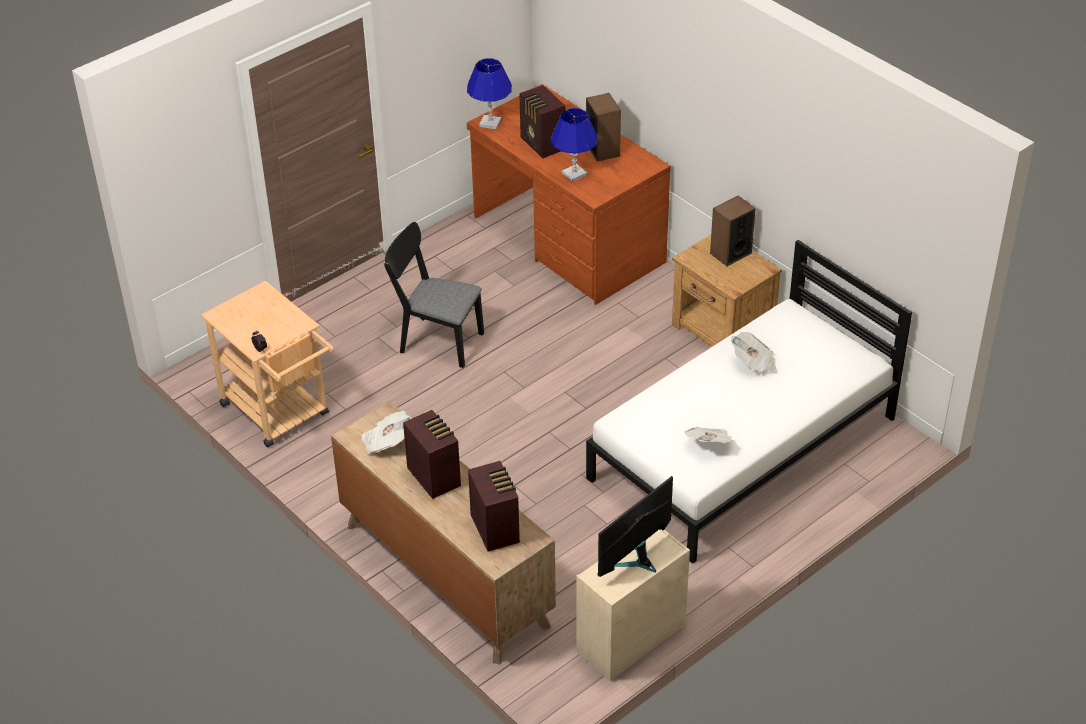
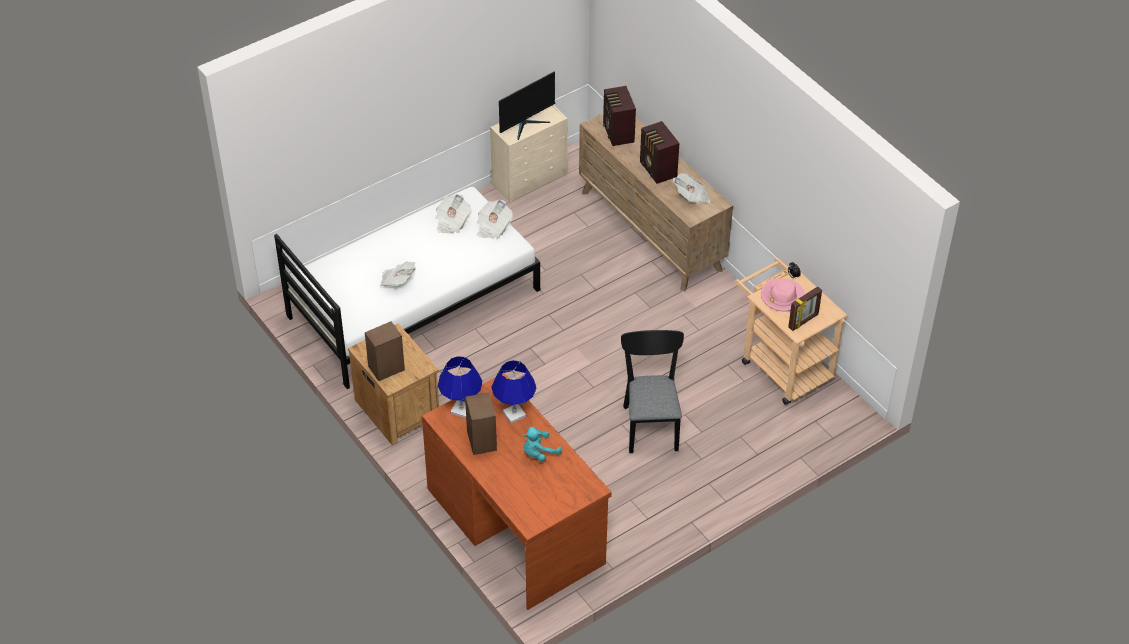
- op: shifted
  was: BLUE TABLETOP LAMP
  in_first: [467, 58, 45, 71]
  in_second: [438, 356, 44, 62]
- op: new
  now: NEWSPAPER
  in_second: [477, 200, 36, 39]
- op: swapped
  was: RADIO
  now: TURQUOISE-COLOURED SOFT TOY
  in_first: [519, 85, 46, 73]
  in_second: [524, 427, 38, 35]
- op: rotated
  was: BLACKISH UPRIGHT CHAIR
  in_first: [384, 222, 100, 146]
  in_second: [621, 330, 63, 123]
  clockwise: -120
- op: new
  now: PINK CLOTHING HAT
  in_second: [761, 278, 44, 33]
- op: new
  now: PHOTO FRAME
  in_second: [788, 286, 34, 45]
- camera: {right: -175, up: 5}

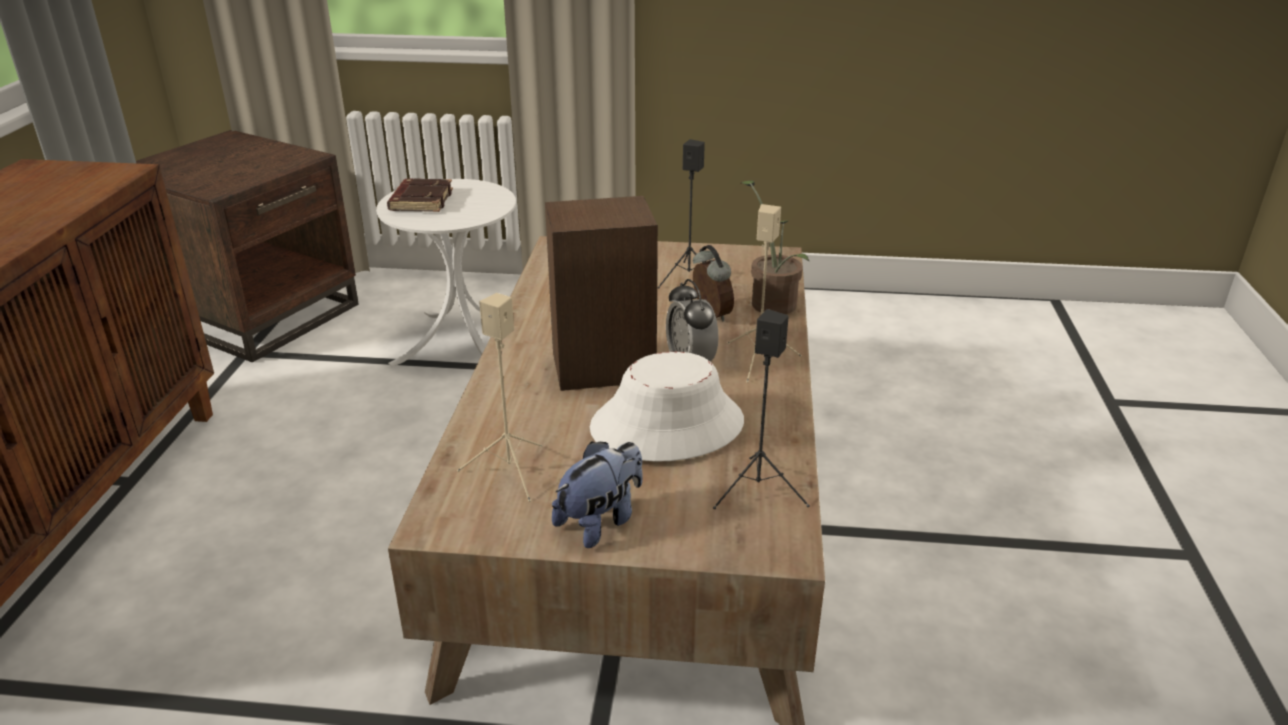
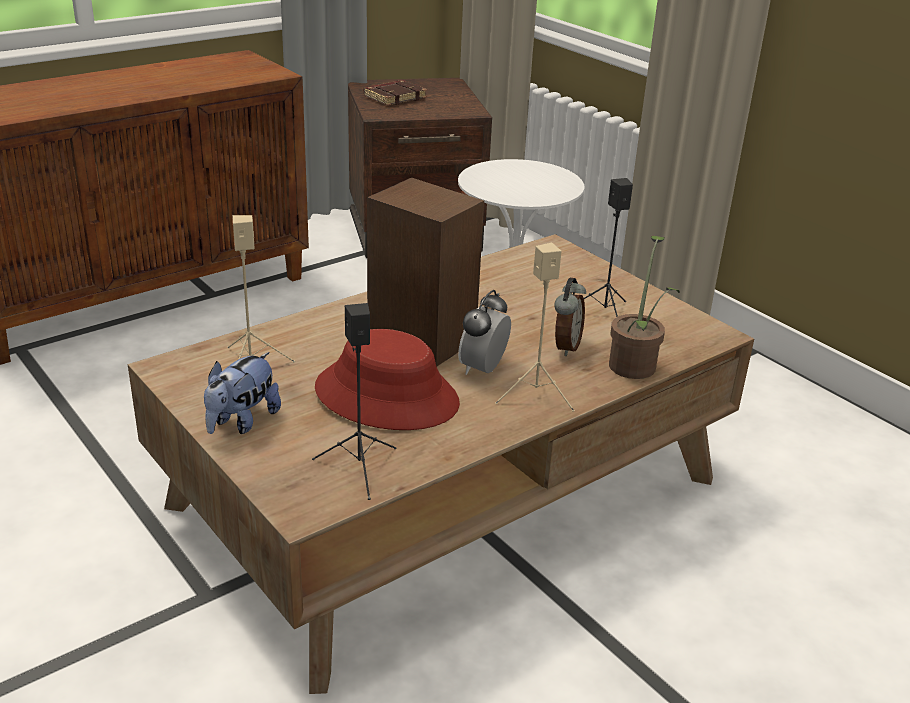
- op: rotated
  was: SOFT TOY
  in_first: [552, 441, 91, 107]
  in_second: [204, 352, 77, 82]
  clockwise: 120
- op: repainted
  was: WHITE-COLOURED CLOTHING HAT
  now: RED-COLOURED CLOTHING HAT
  in_first: [590, 352, 154, 110]
  in_second: [315, 329, 145, 101]
- op: shifted
  was: BROWN VOLUME
  in_first: [387, 178, 66, 34]
  in_second: [363, 80, 64, 26]
- camera: {right: 45, up: 0}

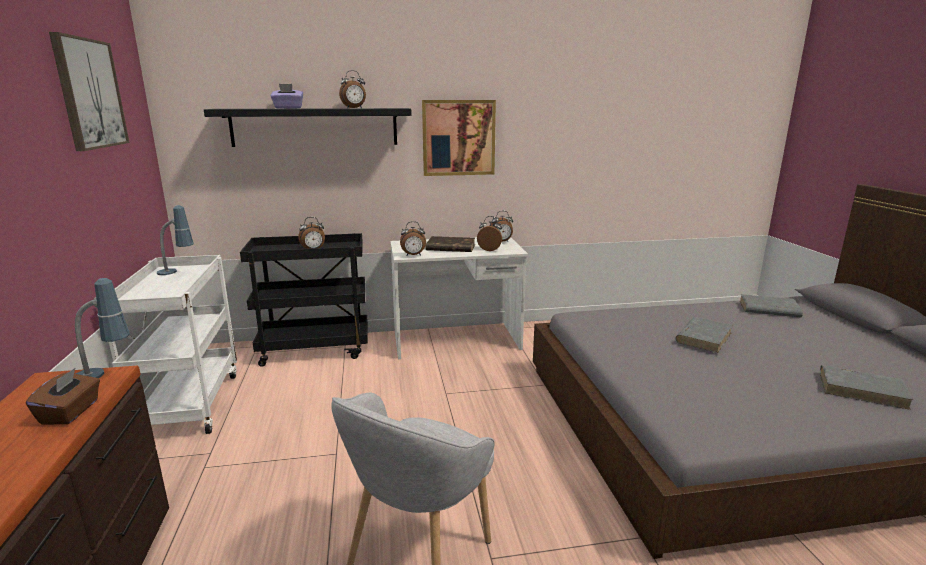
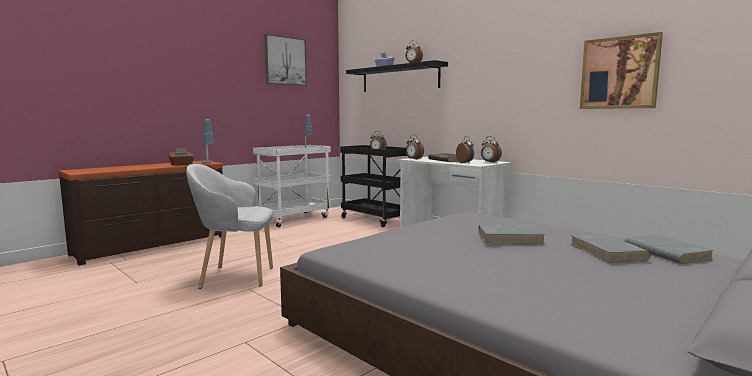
- op: shifted
  was: GRAY VOLUME
  in_first: [820, 365, 94, 45]
  in_second: [571, 234, 80, 29]
- op: shifted
  was: PICTURE
  in_first: [422, 100, 74, 76]
  in_second: [580, 32, 83, 77]
- camera: {right: 55, up: -10}

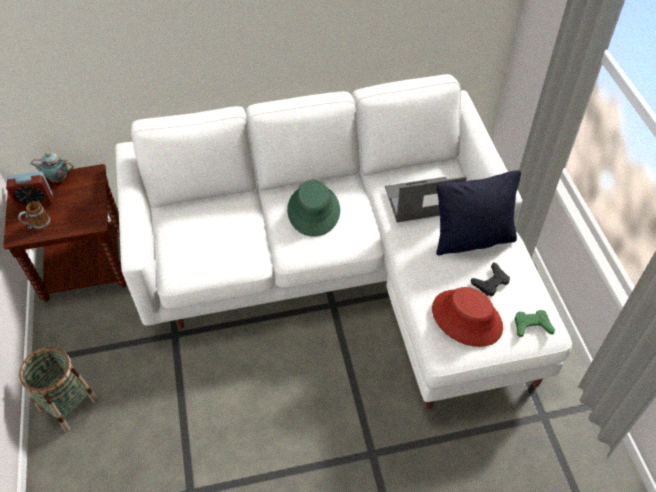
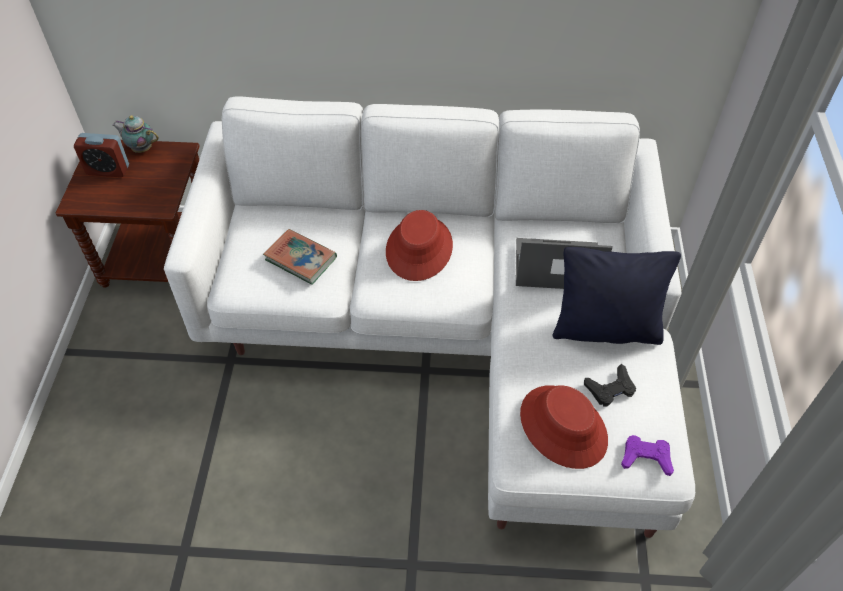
- op: new
  now: VOLUME
  in_second: [263, 229, 74, 56]
- op: repainted
  was: GREEN-COLOURED CLOTHING HAT
  now: RED-COLOURED CLOTHING HAT
  in_first: [287, 180, 53, 57]
  in_second: [386, 210, 67, 71]
- op: repainted
  was: GREEN-COLOURED GAMEPAD
  now: PURPLISH GAMEPAD
  in_first: [515, 310, 40, 27]
  in_second: [621, 435, 53, 41]
- op: gone
  was: MUG
  in_first: [18, 201, 33, 28]
- op: gone
  was: BASKET
  in_first: [19, 347, 79, 85]
- camera: {right: 15, up: 0}

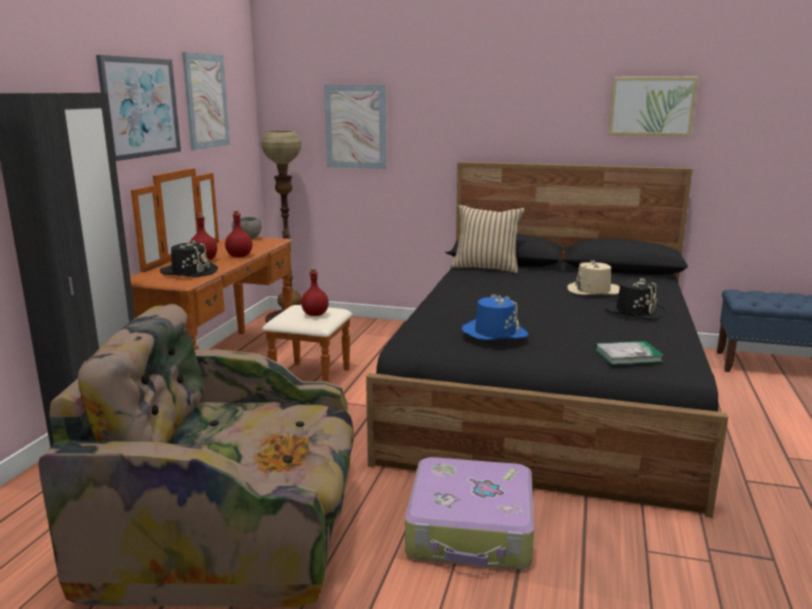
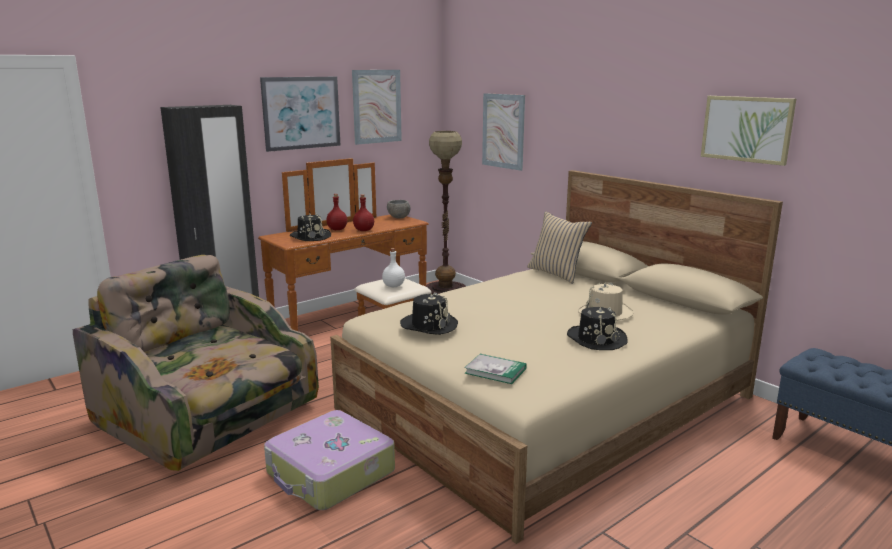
- op: repainted
  was: BLACKISH BED
  now: BEIGE-COLOURED BED
  in_first: [366, 162, 362, 356]
  in_second: [330, 170, 453, 374]
- op: repainted
  was: RED-COLOURED BEVERAGE BOTTLE
  now: WHITE-COLOURED BEVERAGE BOTTLE
  in_first: [301, 268, 28, 48]
  in_second: [382, 248, 23, 39]
- op: repainted
  was: BLUE CLOTHING HAT
  now: BLACKISH CLOTHING HAT
  in_first: [462, 294, 67, 46]
  in_second: [400, 292, 58, 43]
- camera: {right: 35, up: 0}

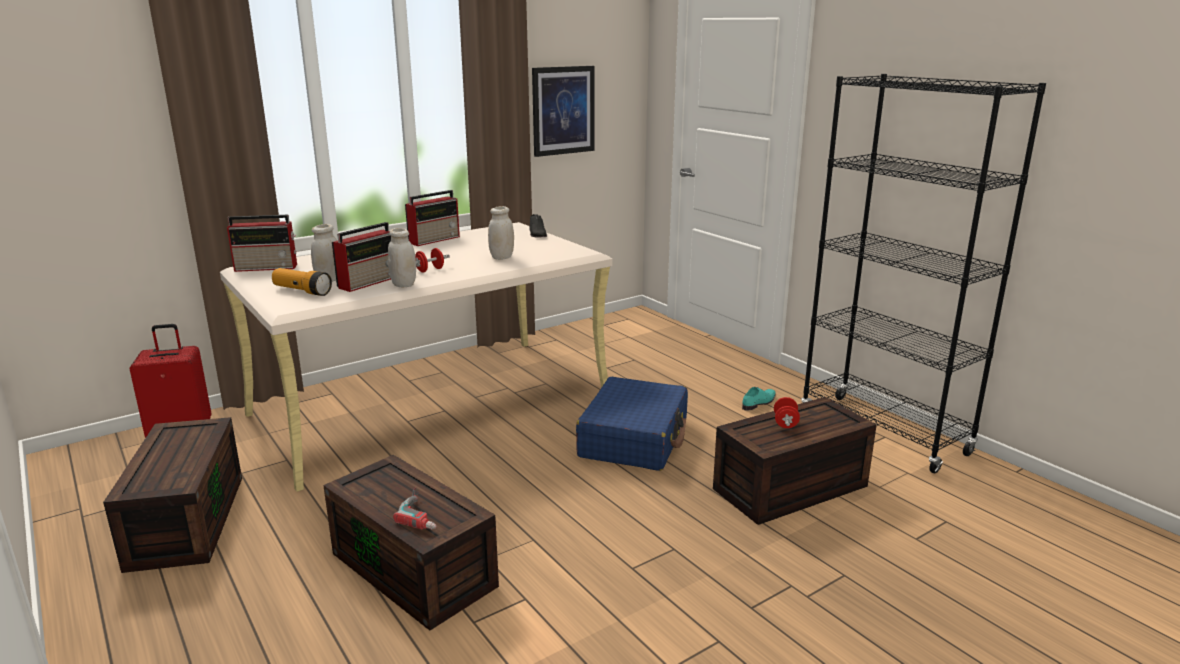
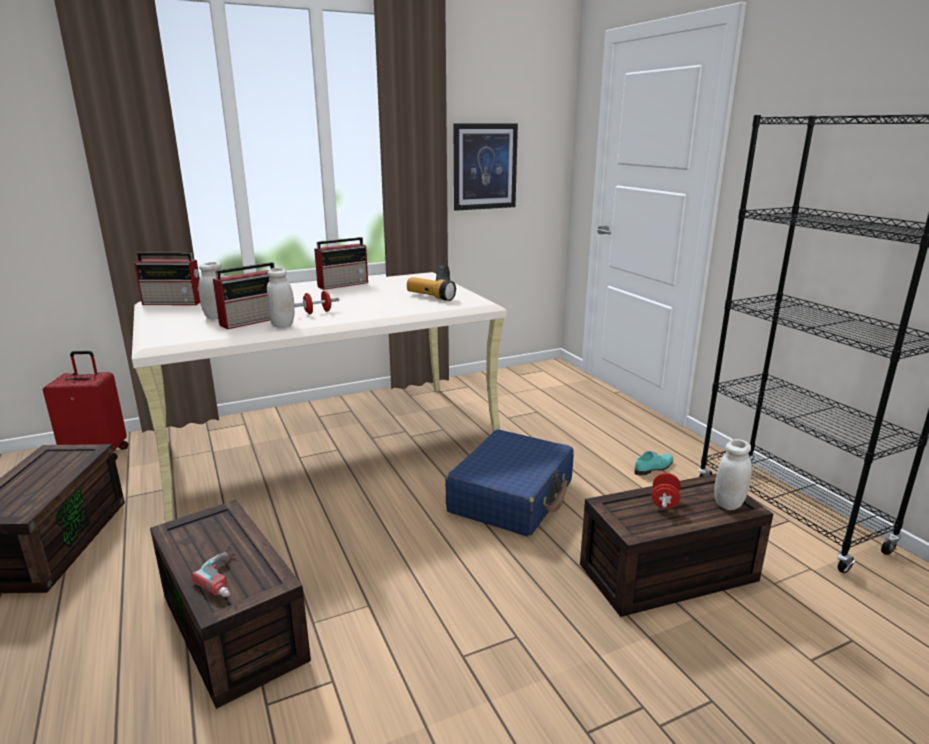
- op: shifted
  was: TORCH
  in_first: [272, 268, 60, 28]
  in_second: [407, 277, 49, 24]
- op: shifted
  was: WHITE-COLOURED STORAGE JAR
  in_first: [488, 206, 26, 54]
  in_second: [714, 439, 38, 71]
- camera: {right: 10, up: 0}

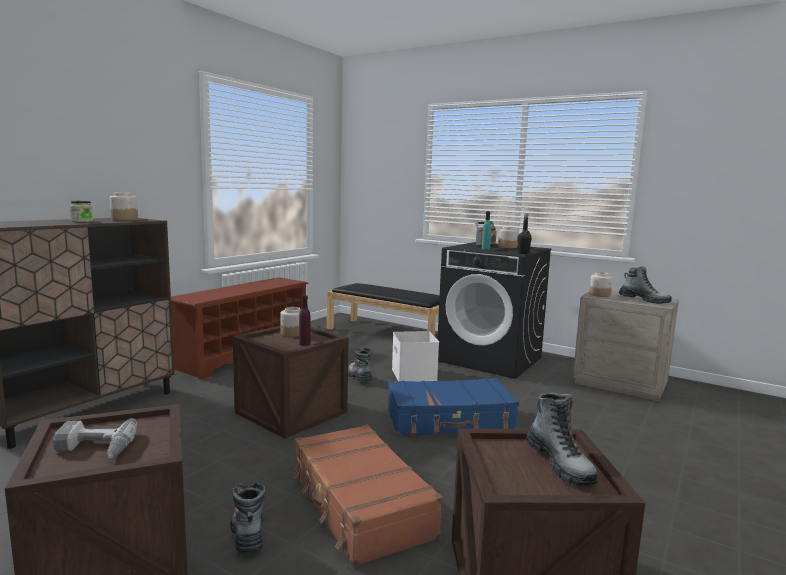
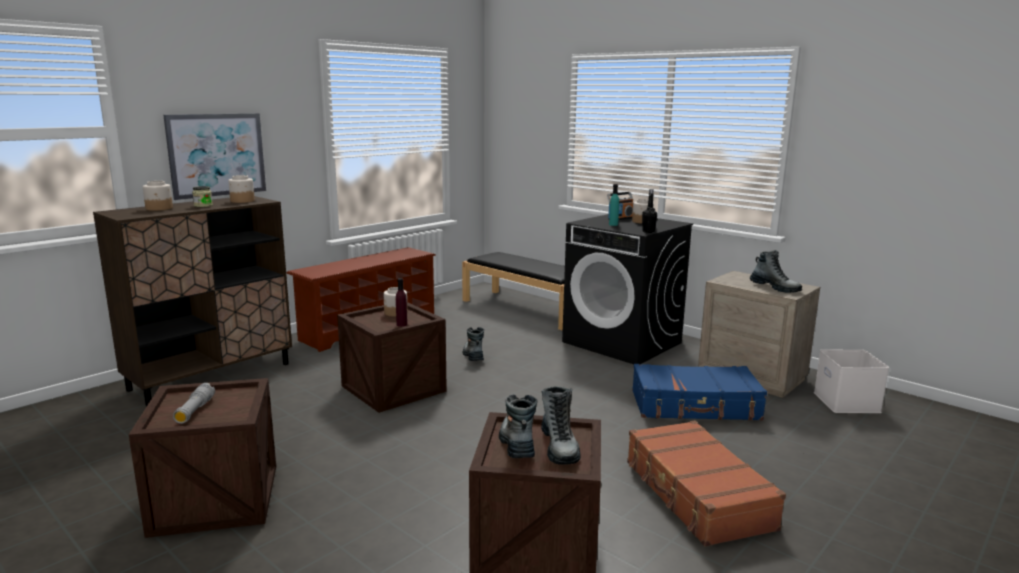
- op: shifted
  was: STORAGE JAR
  in_first: [589, 272, 24, 25]
  in_second: [143, 181, 30, 30]
- op: new
  now: PICTURE
  in_second: [163, 113, 103, 87]
- op: swapped
  was: ELECTRIC DRILL
  now: GRAY TORCH
  in_first: [53, 418, 85, 40]
  in_second: [173, 383, 42, 41]
- op: shifted
  was: HIGH-TOP BOOT
  in_first: [230, 483, 36, 70]
  in_second: [499, 394, 38, 64]
- op: shifted
  was: BROWN TRAVEL CASE
  in_first: [293, 424, 150, 143]
  in_second: [627, 420, 159, 127]
- op: shifted
  was: BLUE TRAVEL CASE
  in_first: [388, 378, 131, 58]
  in_second: [632, 364, 135, 56]
- op: shifted
  was: WHITE-COLOURED STORAGE BOX
  in_first: [392, 331, 47, 50]
  in_second: [814, 349, 75, 64]
- camera: {right: 10, up: 5}

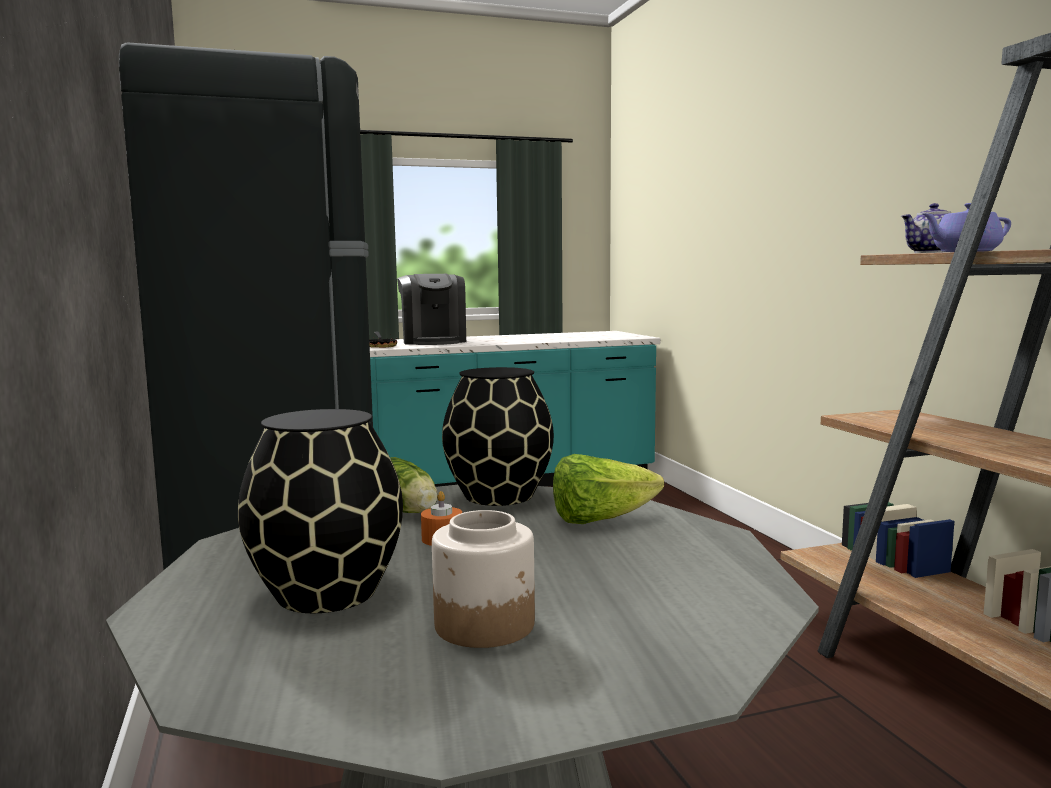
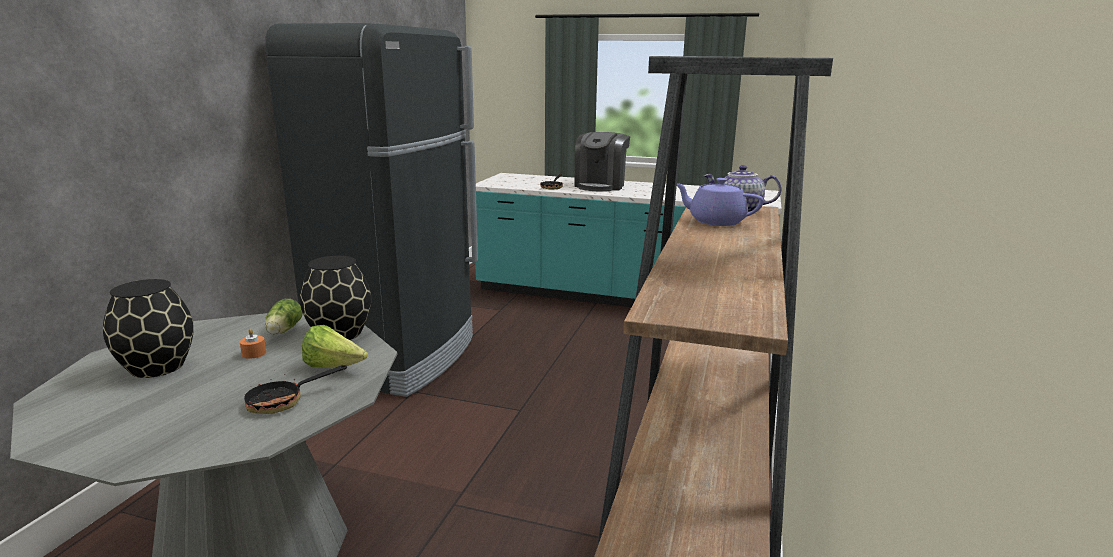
- op: new
  now: FRYING PAN
  in_second: [244, 365, 103, 49]
- op: gone
  was: STORAGE JAR
  in_first: [432, 510, 103, 138]
- camera: {right: 35, up: 10}

